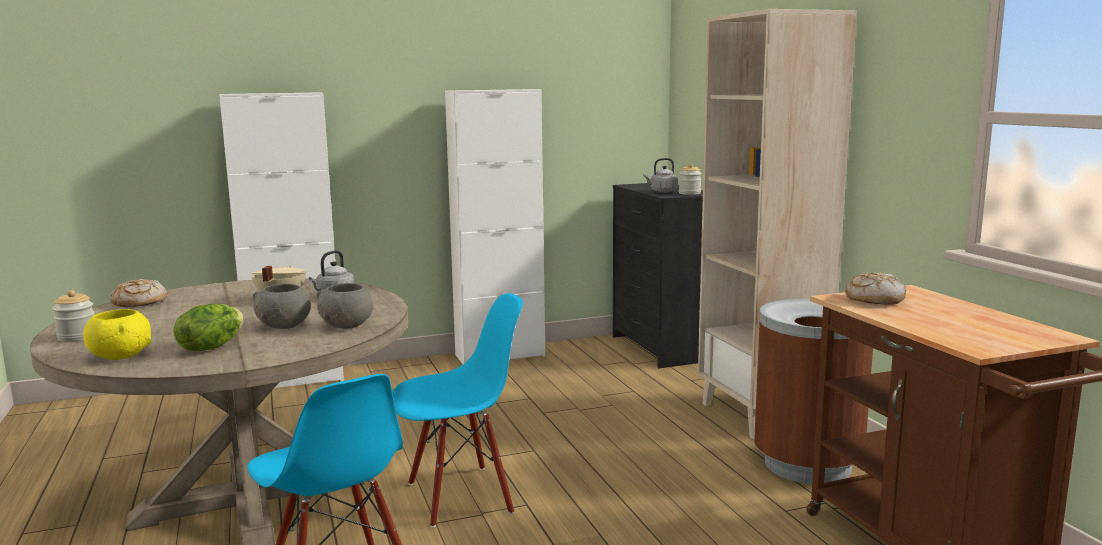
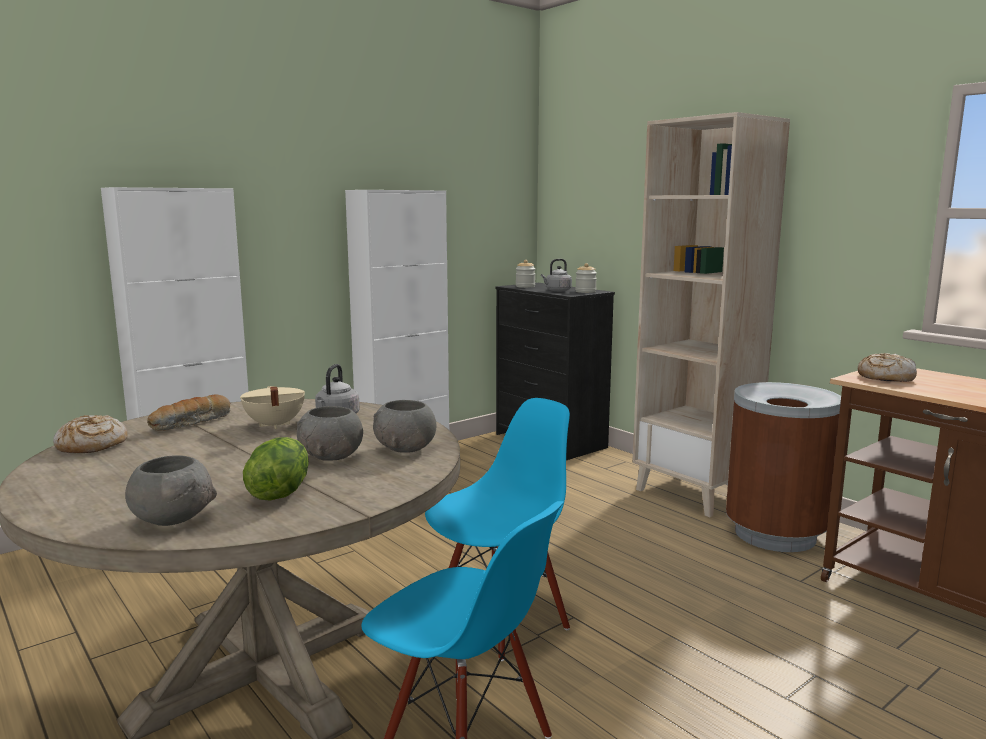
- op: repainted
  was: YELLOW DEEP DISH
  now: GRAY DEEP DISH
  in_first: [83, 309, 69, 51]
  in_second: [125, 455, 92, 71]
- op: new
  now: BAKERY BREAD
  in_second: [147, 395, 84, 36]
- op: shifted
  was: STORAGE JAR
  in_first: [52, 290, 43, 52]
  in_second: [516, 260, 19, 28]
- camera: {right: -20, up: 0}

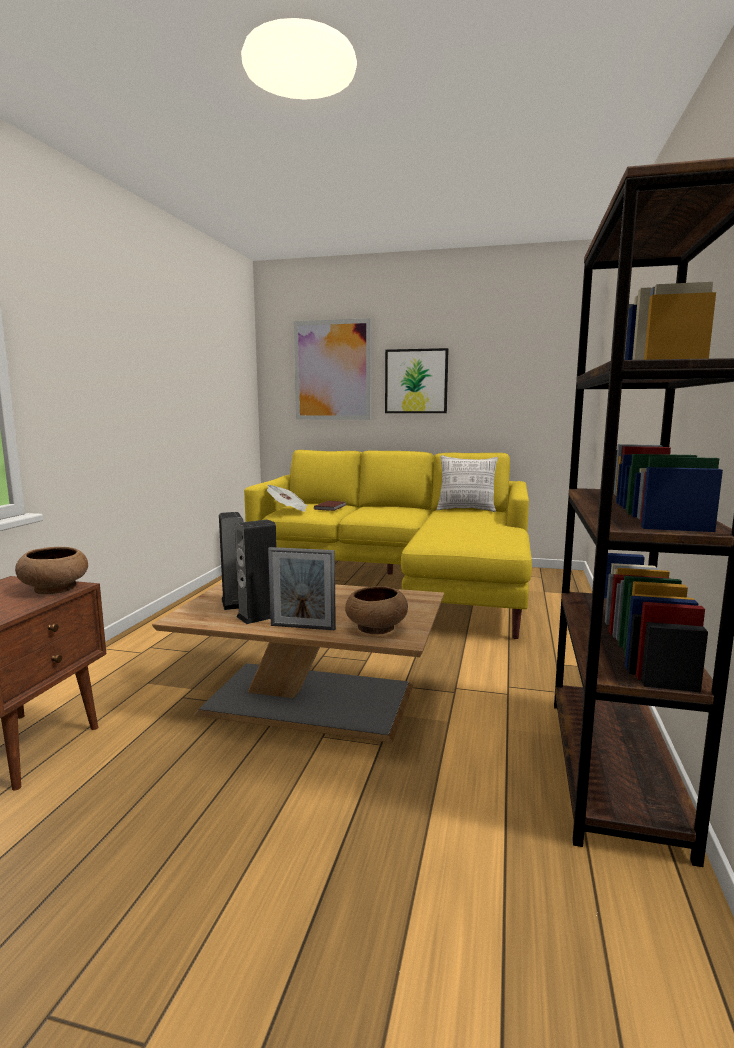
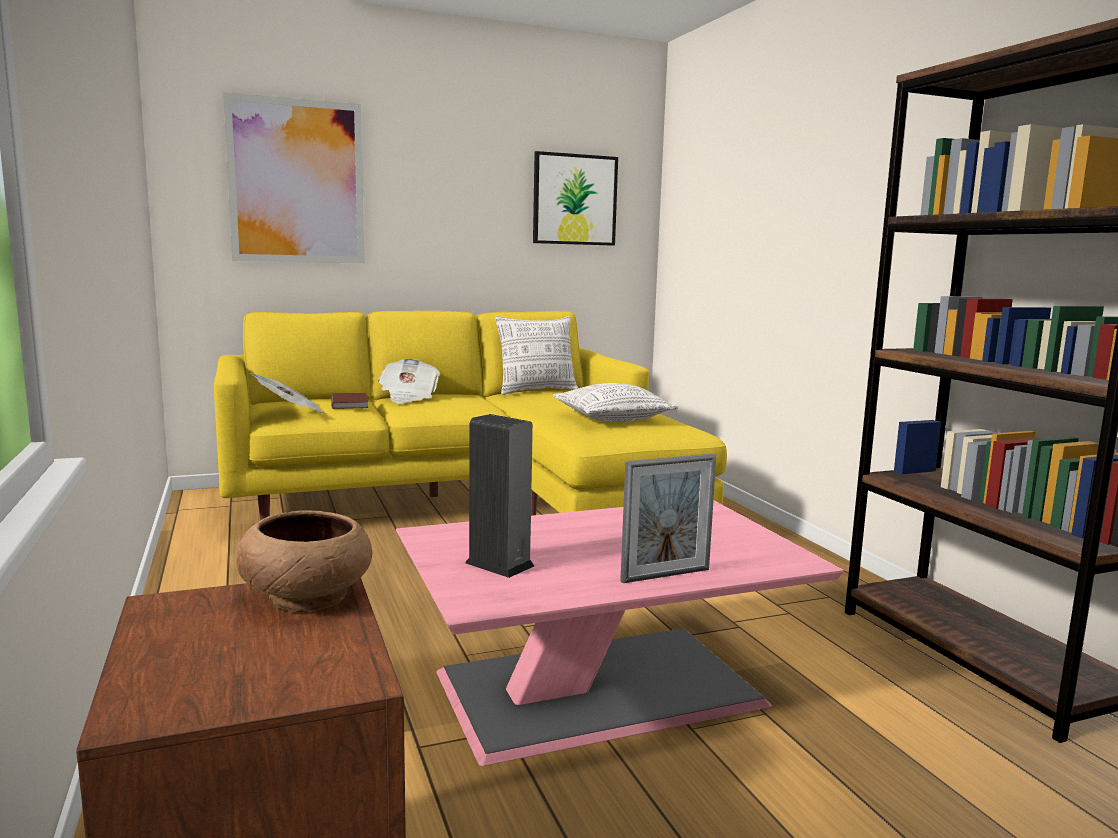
- op: new
  now: NEWSPAPER
  in_second: [378, 359, 62, 44]
- op: repainted
  was: BROWN COFFEE TABLE
  now: PINK COFFEE TABLE
  in_first: [152, 582, 292, 161]
  in_second: [396, 500, 448, 266]
- op: shifted
  was: PICTURE
  in_first: [385, 348, 64, 65]
  in_second: [533, 151, 85, 95]
- op: new
  now: PILLOW
  in_second: [553, 383, 125, 39]
- op: gone
  was: AUDIO SPEAKER
  in_first: [235, 520, 42, 104]
- op: gone
  was: BROWN DEEP DISH
  in_first: [345, 586, 63, 48]
- camera: {right: -35, up: 0}

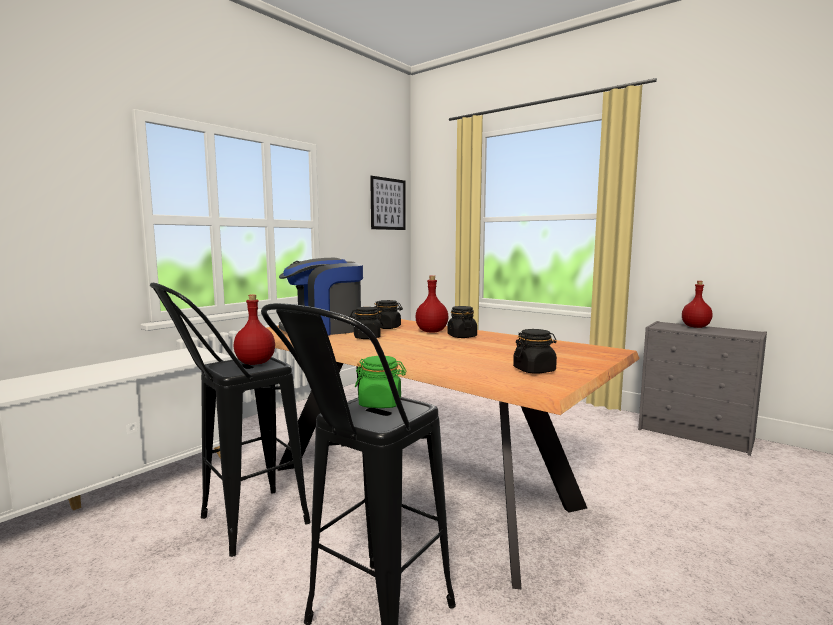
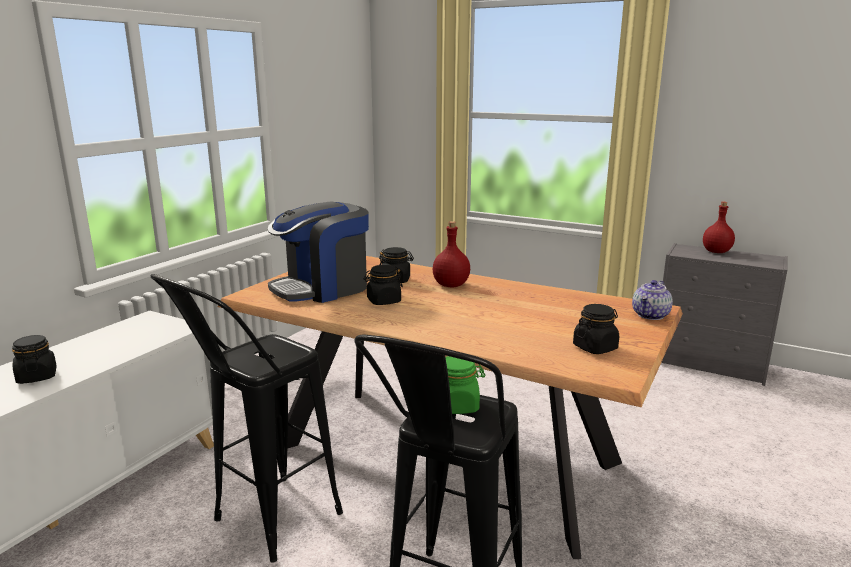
- op: shifted
  was: BLACKISH STORAGE JAR
  in_first: [447, 306, 30, 32]
  in_second: [12, 335, 45, 49]
- op: new
  now: TEAPOT
  in_second: [632, 280, 41, 40]
- op: gone
  was: RED-COLOURED BEVERAGE BOTTLE
  in_first: [234, 294, 41, 71]
- op: gone
  was: PICTURE
  in_first: [370, 176, 36, 54]
- camera: {right: -10, up: 10}

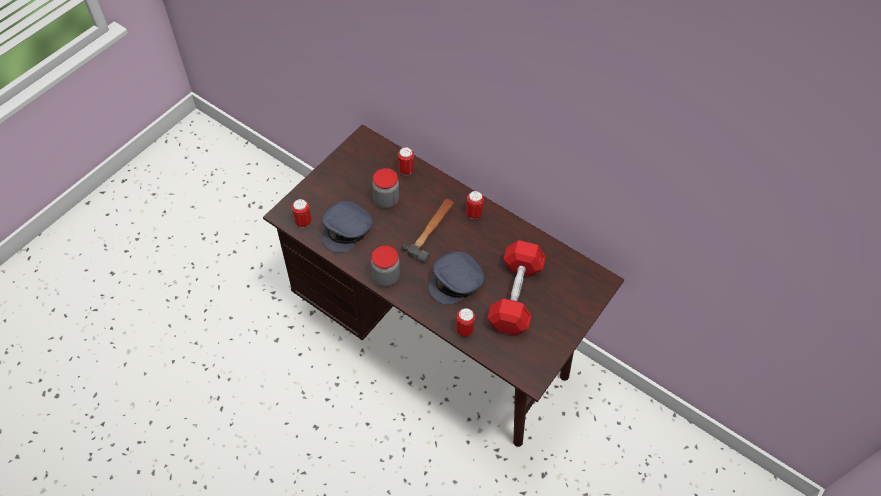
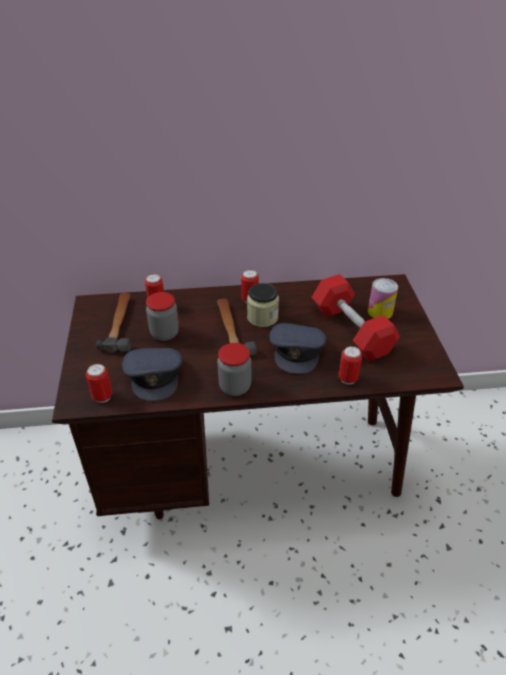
- op: new
  now: HAMMER
  in_second: [96, 293, 35, 60]
- op: new
  now: STORAGE JAR
  in_second: [247, 283, 32, 44]
- op: new
  now: CAN
  in_second: [368, 278, 30, 41]
- camera: {right: -40, up: -15}

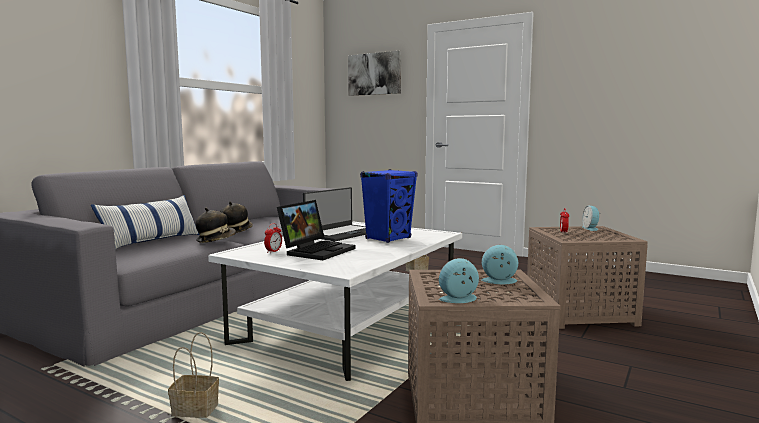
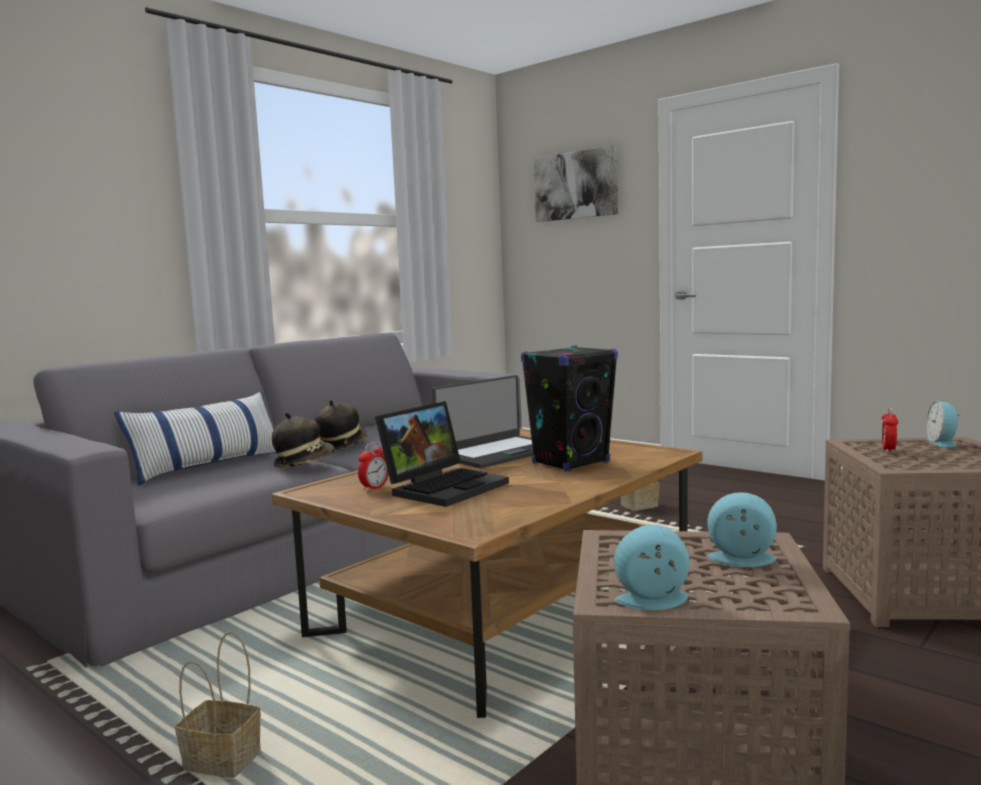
- op: repainted
  was: WHITE-COLOURED COFFEE TABLE
  now: BROWN COFFEE TABLE
  in_first: [208, 221, 254, 160]
  in_second: [272, 428, 430, 290]
- op: repainted
  was: BLUE AUDIO SPEAKER
  now: BLACKISH AUDIO SPEAKER
  in_first: [360, 169, 57, 74]
  in_second: [521, 346, 97, 126]
- camera: {right: 10, up: 0}

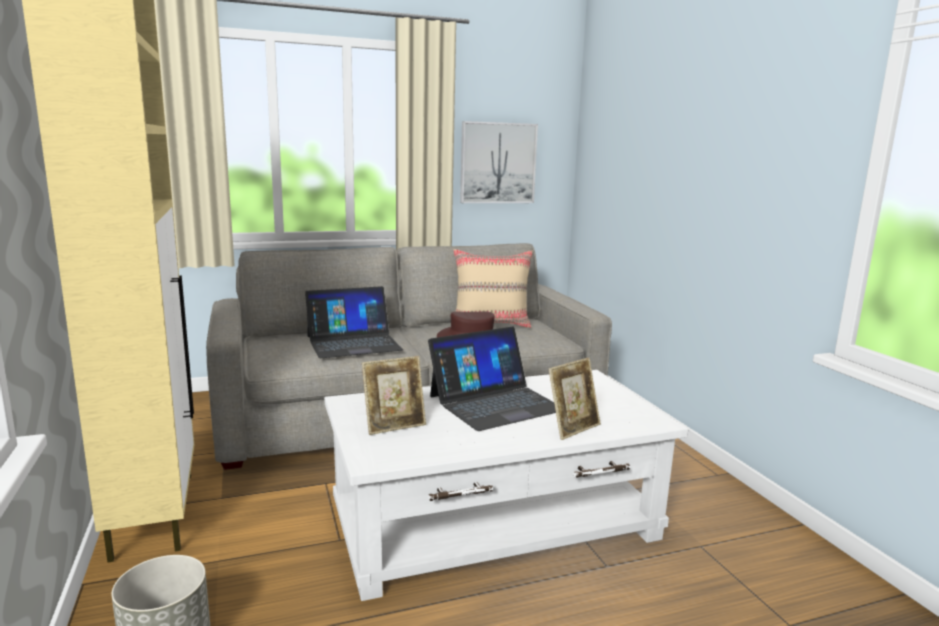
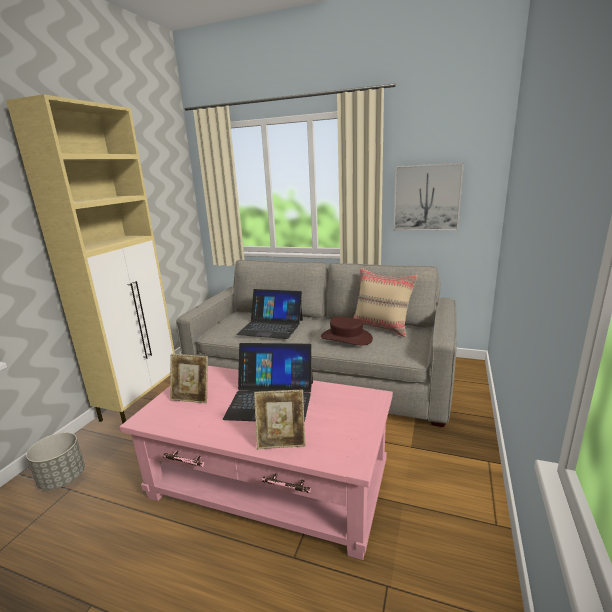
- op: repainted
  was: WHITE-COLOURED COFFEE TABLE
  now: PINK COFFEE TABLE
  in_first: [324, 370, 364, 231]
  in_second: [120, 366, 273, 194]
- camera: {right: 40, up: 5}

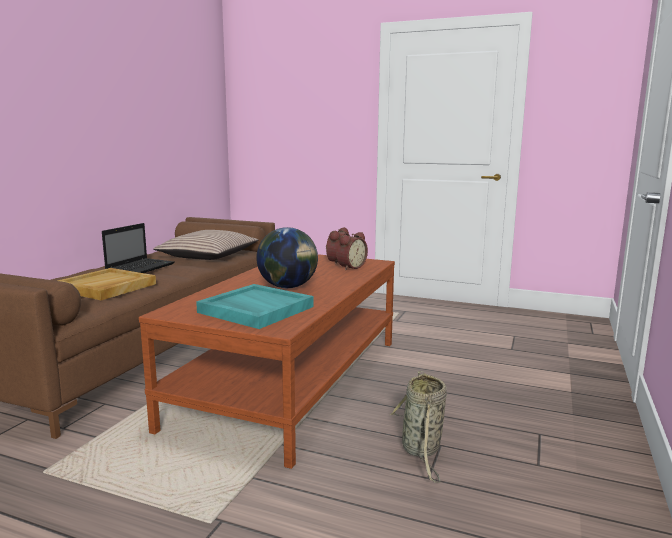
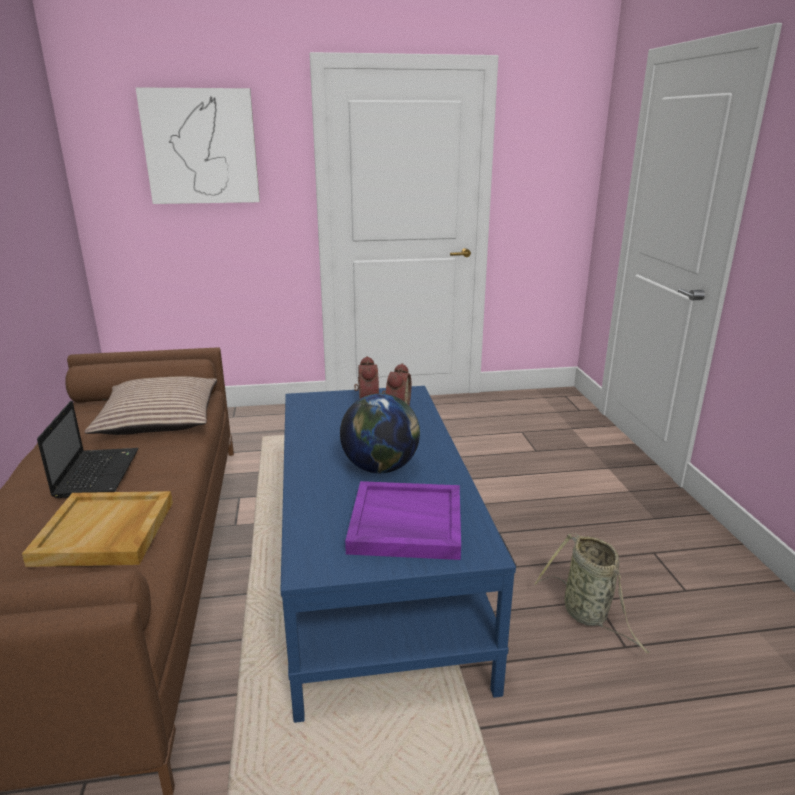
- op: new
  now: PICTURE
  in_second: [135, 87, 125, 117]
- op: repainted
  was: BROWN COFFEE TABLE
  now: BLUE COFFEE TABLE
  in_first: [139, 254, 256, 215]
  in_second: [281, 386, 235, 337]
- op: repainted
  was: TURQUOISE-COLOURED SERVING TRAY
  now: PURPLISH SERVING TRAY
  in_first: [196, 284, 118, 45]
  in_second: [345, 481, 116, 79]
- camera: {right: -30, up: 10}

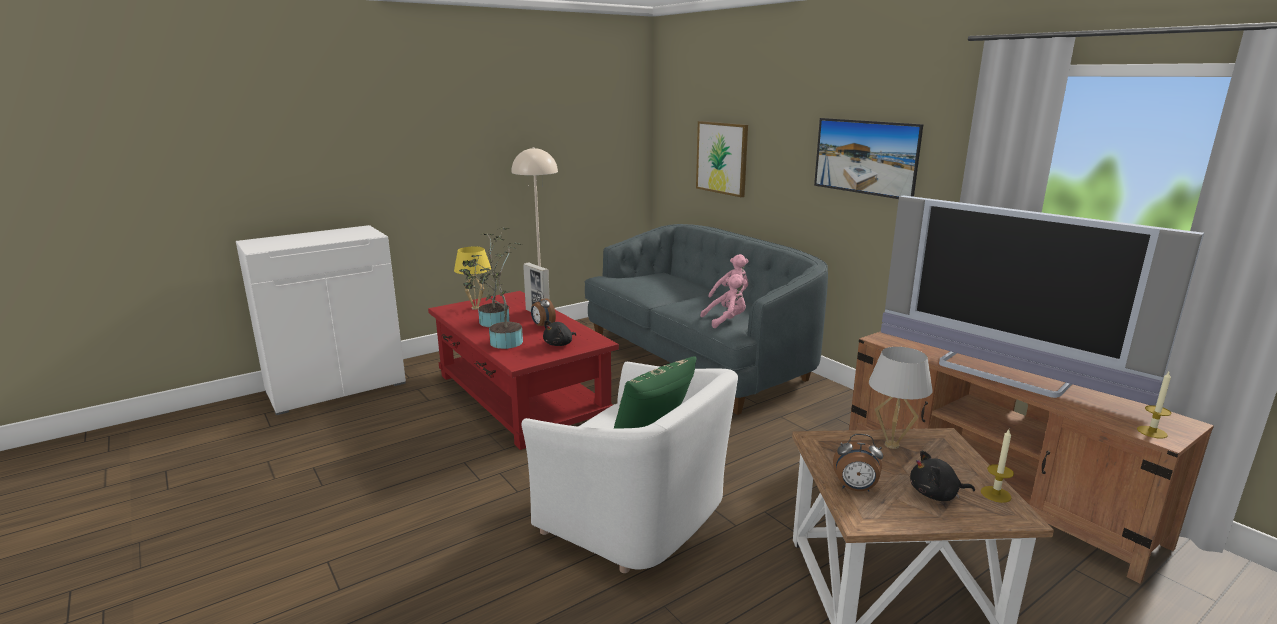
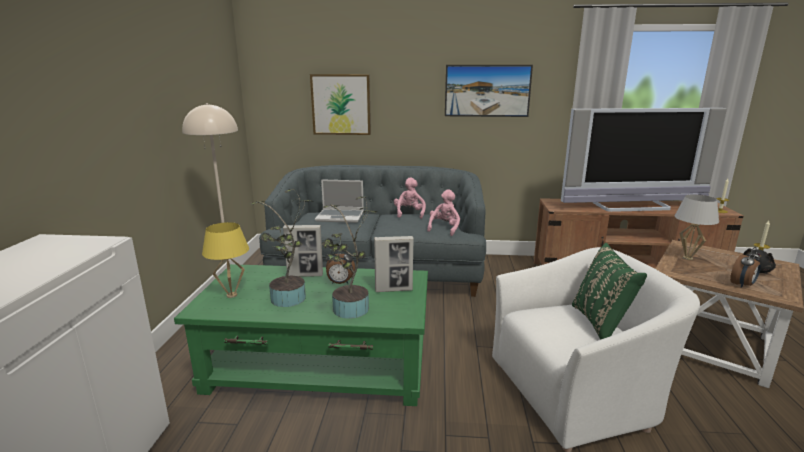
- op: repainted
  was: RED-COLOURED COFFEE TABLE
  now: GREEN-COLOURED COFFEE TABLE
  in_first: [428, 291, 191, 159]
  in_second: [174, 264, 254, 142]
- op: new
  now: PORTABLE COMPUTER
  in_second: [315, 179, 49, 44]
- op: swapped
  was: BLACKISH SOFT TOY
  now: PHOTO FRAME
  in_first: [543, 320, 33, 26]
  in_second: [374, 236, 40, 56]
- camera: {right: -50, up: 0}

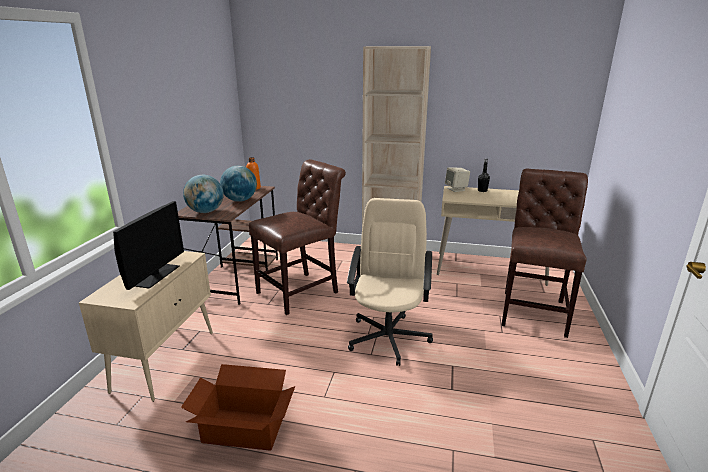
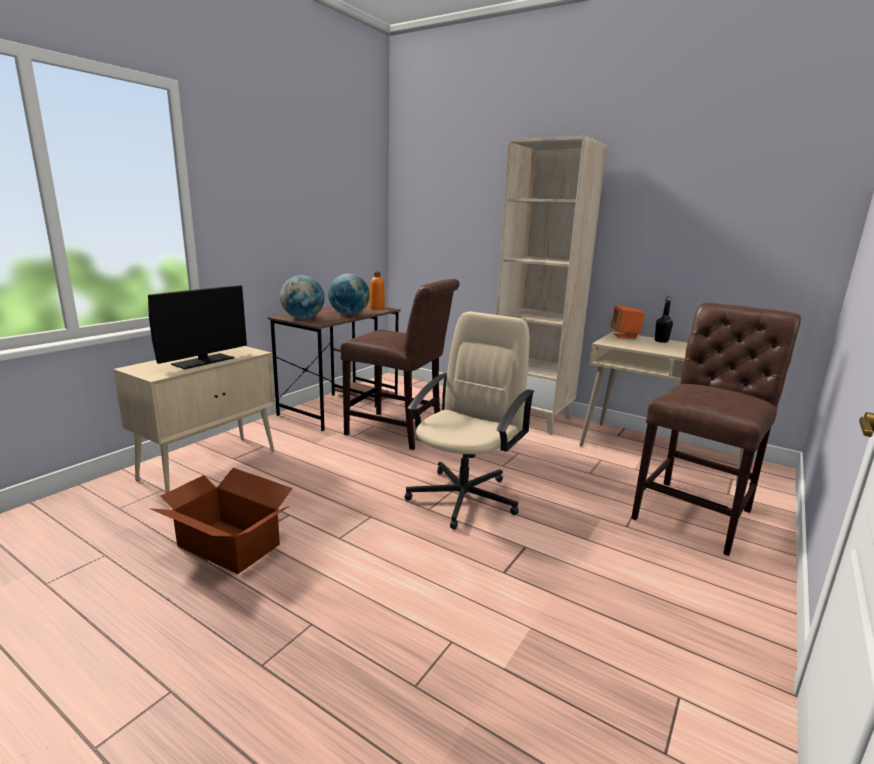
- op: rotated
  was: BROWN UPRIGHT CHAIR
  in_first: [249, 159, 97, 156]
  in_second: [341, 279, 119, 171]
  clockwise: 45
- op: repainted
  was: BEIGE-COLOURED AUDIO SPEAKER
  now: ORANGEY AUDIO SPEAKER
  in_first: [445, 167, 25, 25]
  in_second: [610, 305, 35, 33]
- camera: {right: 20, up: -5}

